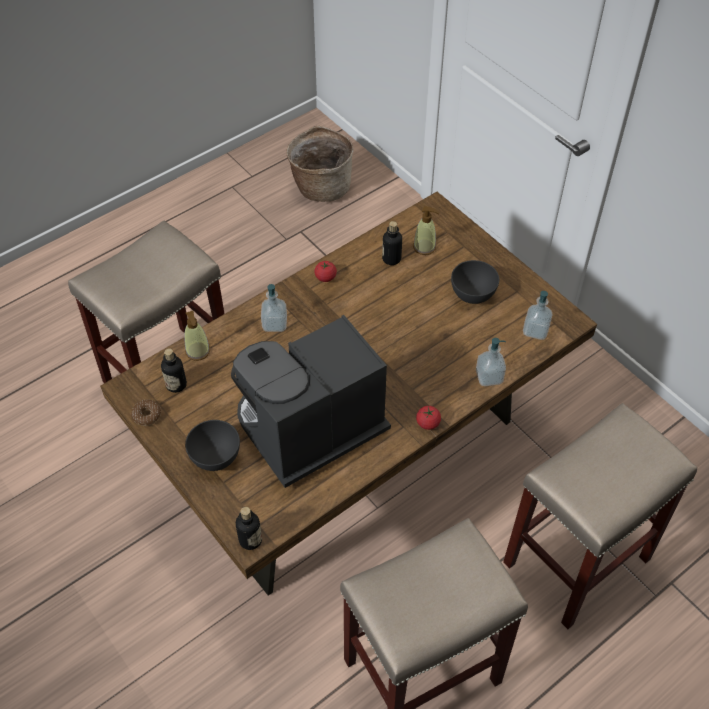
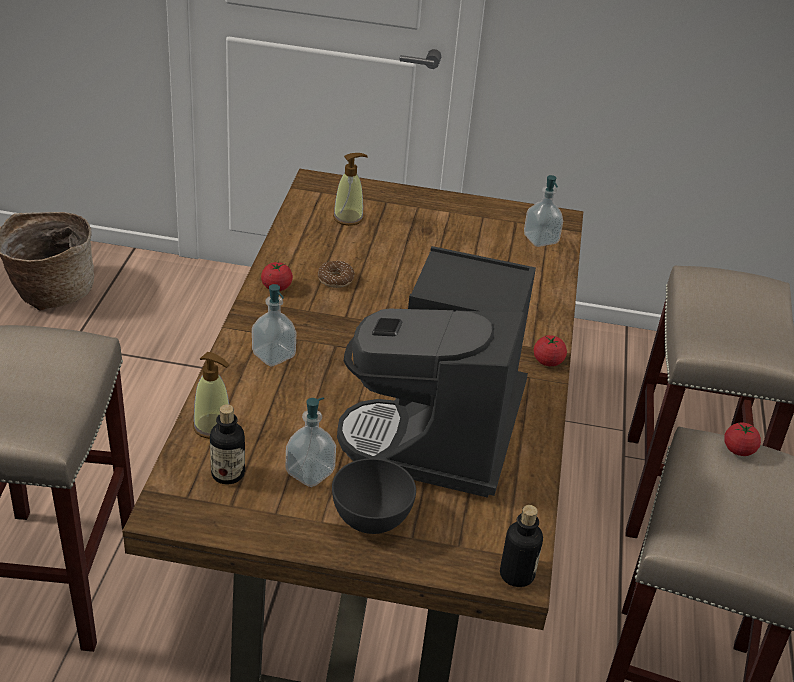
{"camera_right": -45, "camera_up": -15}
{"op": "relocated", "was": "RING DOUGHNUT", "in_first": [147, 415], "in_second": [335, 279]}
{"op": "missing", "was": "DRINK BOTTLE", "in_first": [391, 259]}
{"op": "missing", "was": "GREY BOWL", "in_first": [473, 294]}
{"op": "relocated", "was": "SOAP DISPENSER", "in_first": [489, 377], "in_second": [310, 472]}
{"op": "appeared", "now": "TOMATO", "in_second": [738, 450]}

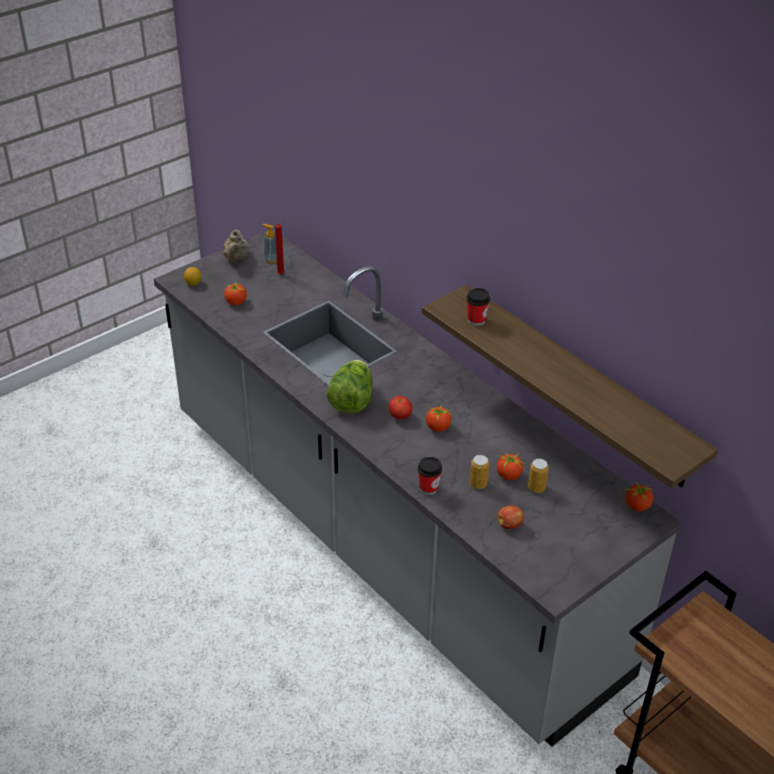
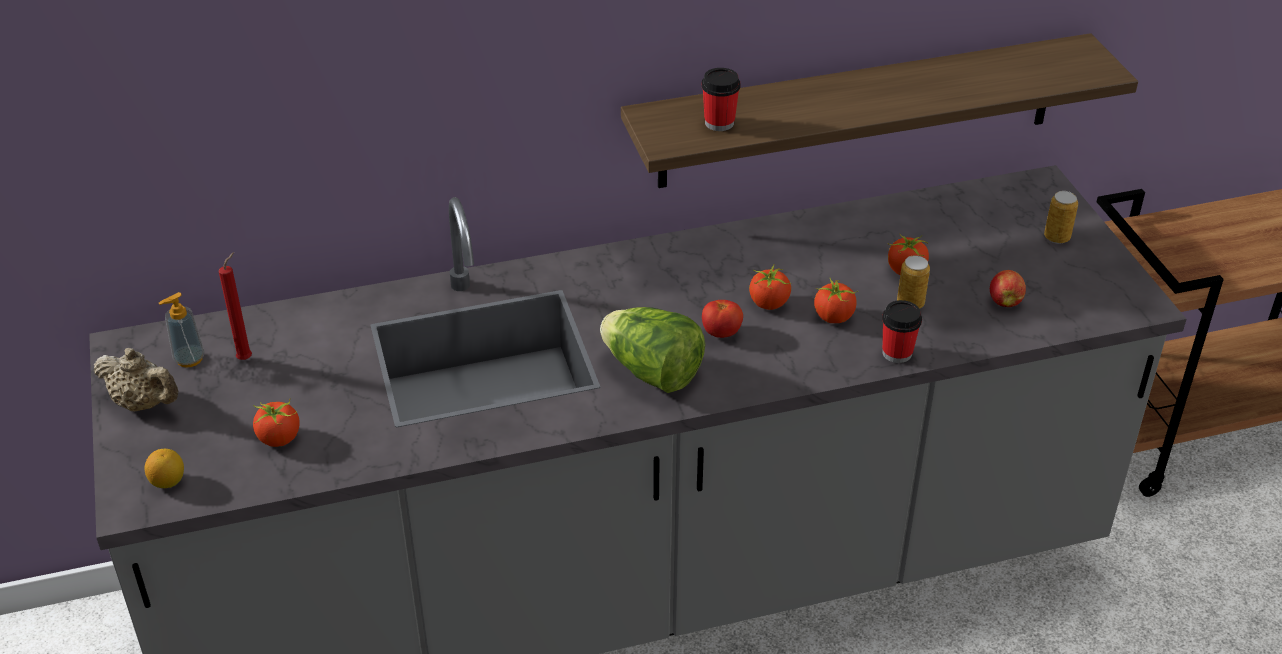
{"camera_right": -65, "camera_up": 0}
{"op": "relocated", "was": "METAL CAN", "in_first": [536, 487], "in_second": [1057, 237]}
{"op": "relocated", "was": "TOMATO", "in_first": [637, 506], "in_second": [834, 317]}

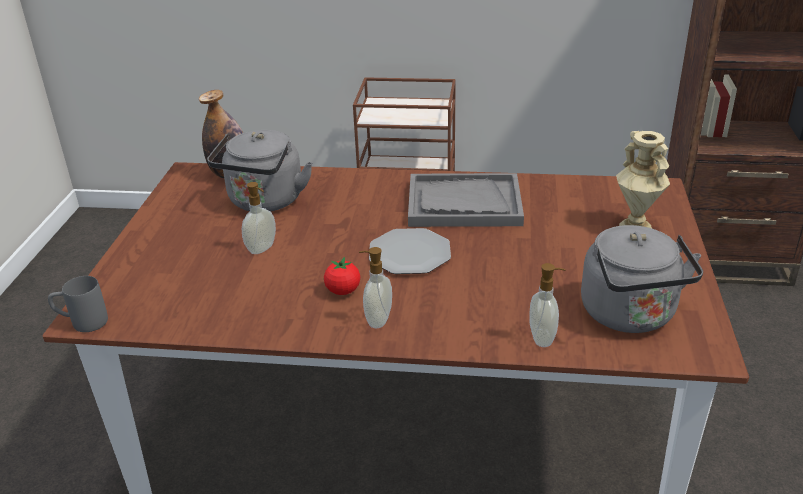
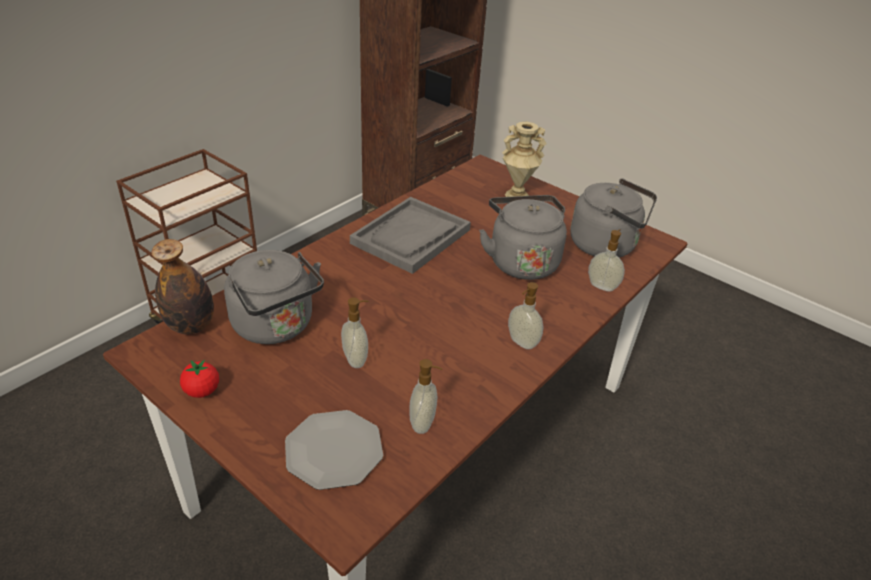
{"camera_right": -60, "camera_up": 5}
{"op": "missing", "was": "GREY COFFEE MUG", "in_first": [82, 322]}
{"op": "relocated", "was": "TOMATO", "in_first": [343, 291], "in_second": [202, 391]}
{"op": "relocated", "was": "FLAT DISH", "in_first": [409, 253], "in_second": [334, 451]}
{"op": "appeared", "now": "SOAP DISPENSER", "in_second": [423, 423]}
{"op": "appeared", "now": "GREY TEA KETTLE", "in_second": [521, 261]}

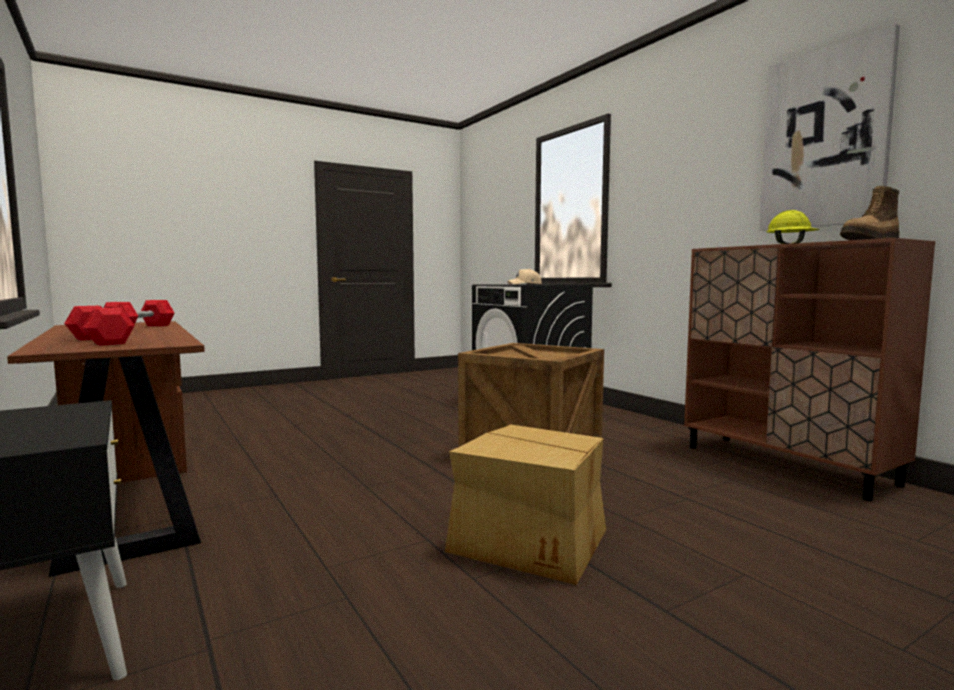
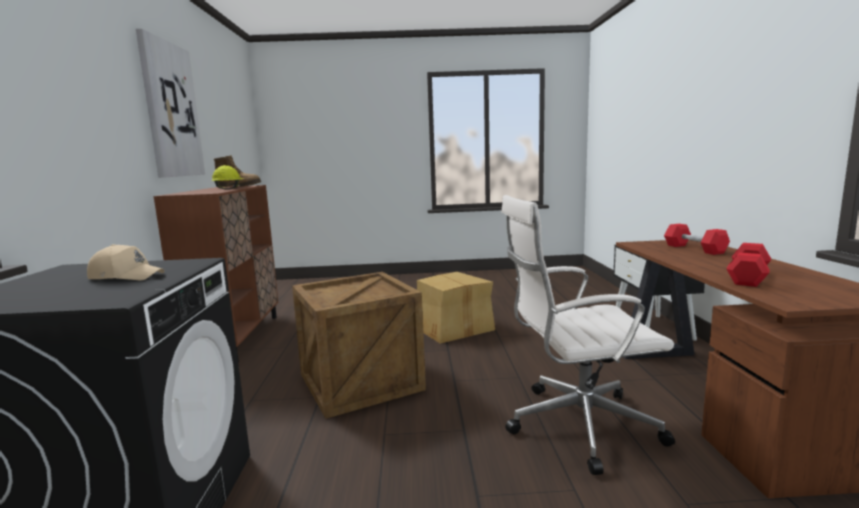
{"camera_right": -150, "camera_up": 5}
{"op": "appeared", "now": "WHITE COMPUTER CHAIR", "in_second": [577, 425]}

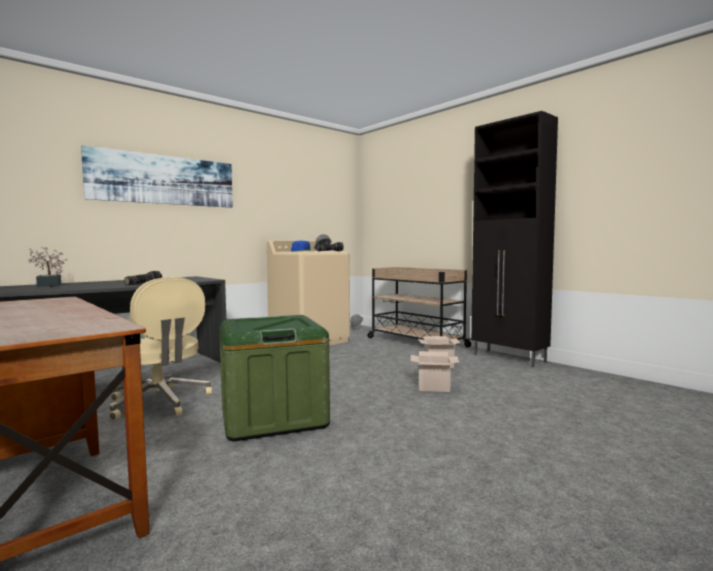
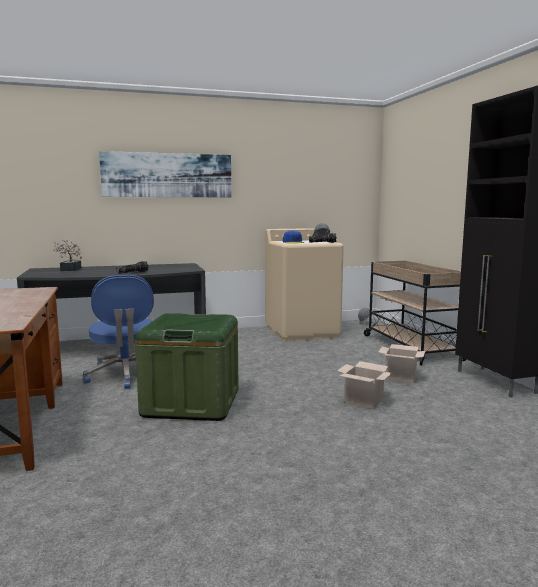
{"camera_right": 25, "camera_up": 5}
{"op": "colour", "was": "BEIGE COMPUTER CHAIR", "now": "BLUE COMPUTER CHAIR", "in_first": [160, 402], "in_second": [126, 375]}

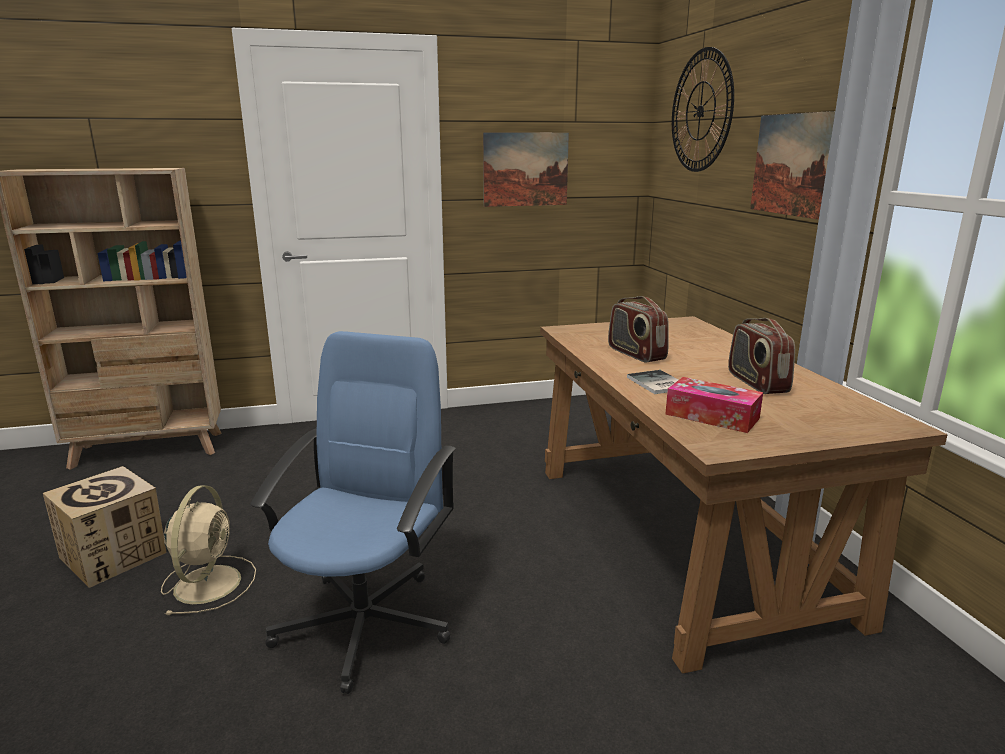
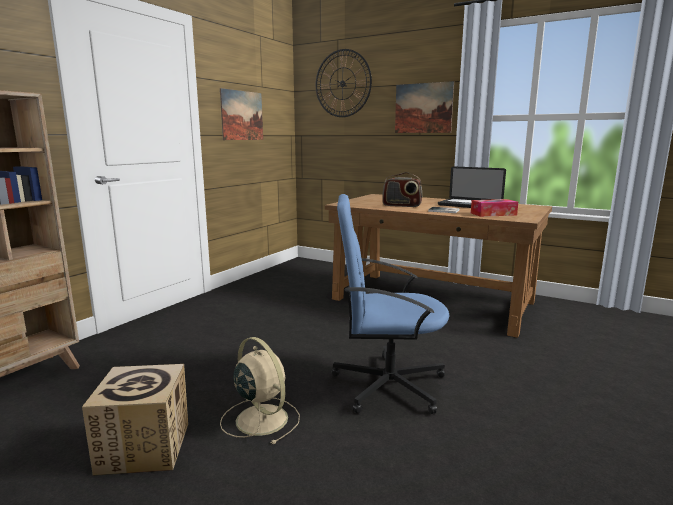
{"camera_right": -45, "camera_up": -5}
{"op": "spun", "was": "BLUE COMPUTER CHAIR", "in_first": [366, 622], "in_second": [387, 384], "clockwise": -60}
{"op": "exchanged", "was": "RADIO SET", "now": "NOTEBOOK COMPUTER", "in_first": [756, 383], "in_second": [469, 205]}

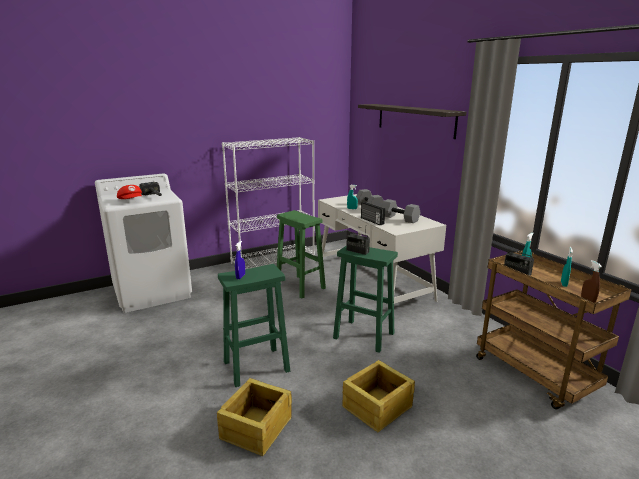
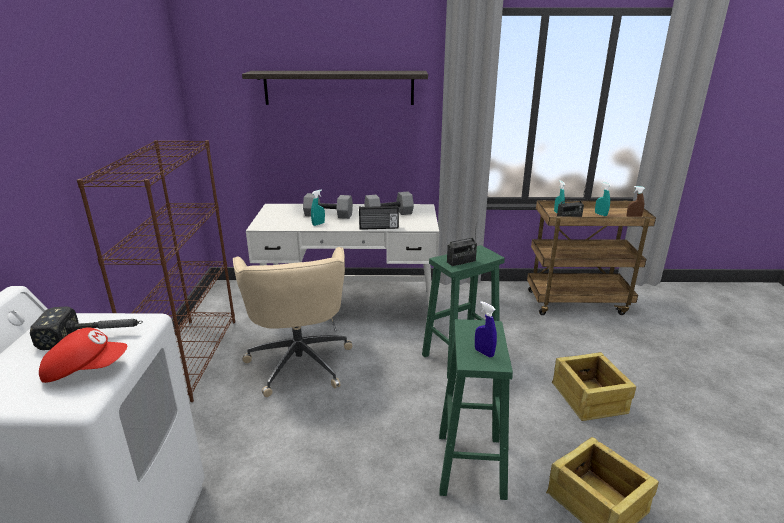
{"camera_right": -60, "camera_up": 5}
{"op": "colour", "was": "WHITE BOOKSHELF", "now": "BROWN-COLOURED BOOKSHELF", "in_first": [273, 260], "in_second": [190, 356]}
{"op": "exchanged", "was": "GREEN STOOL", "now": "BEIGE COMPUTER CHAIR", "in_first": [299, 286], "in_second": [299, 361]}

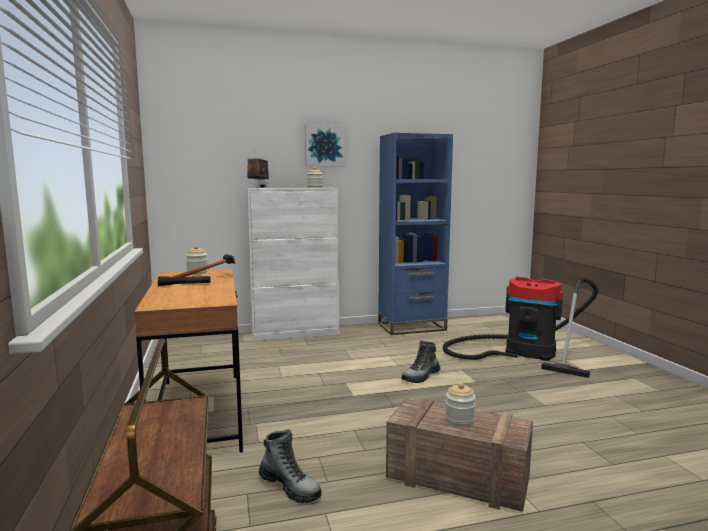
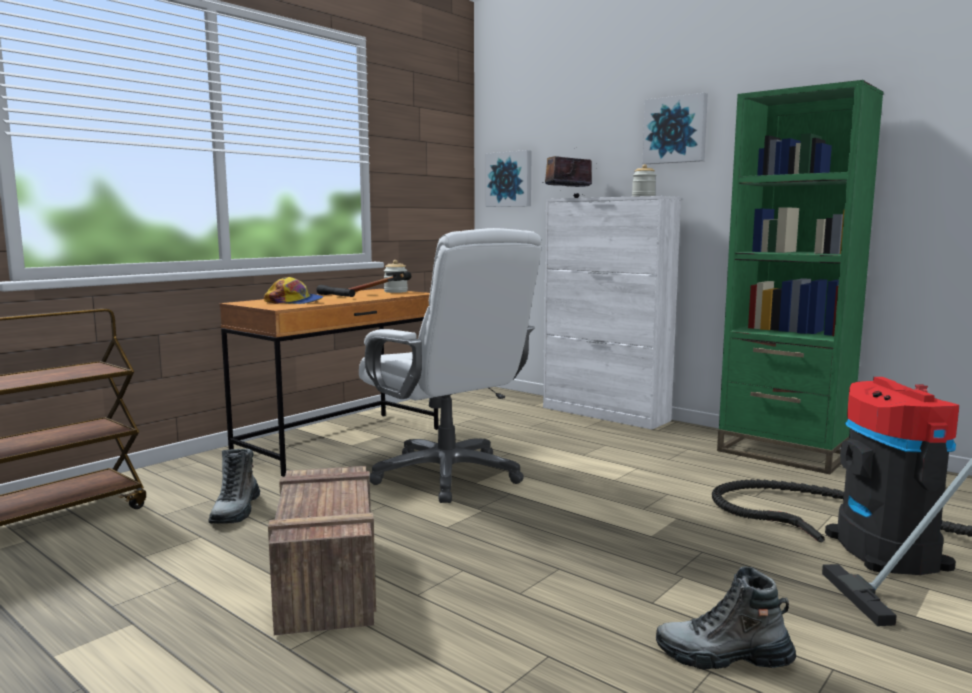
{"camera_right": 55, "camera_up": 0}
{"op": "colour", "was": "BLUE BOOKSHELF", "now": "GREEN BOOKSHELF", "in_first": [411, 327], "in_second": [783, 453]}
{"op": "relocated", "was": "BOOT", "in_first": [421, 376], "in_second": [723, 657]}
{"op": "missing", "was": "STORAGE JAR", "in_first": [459, 420]}
{"op": "appeared", "now": "BASEBALL CAP", "in_second": [295, 302]}
{"op": "appeared", "now": "WHITE COMPUTER CHAIR", "in_second": [448, 475]}
{"op": "appeared", "now": "WALL ART", "in_second": [510, 179]}

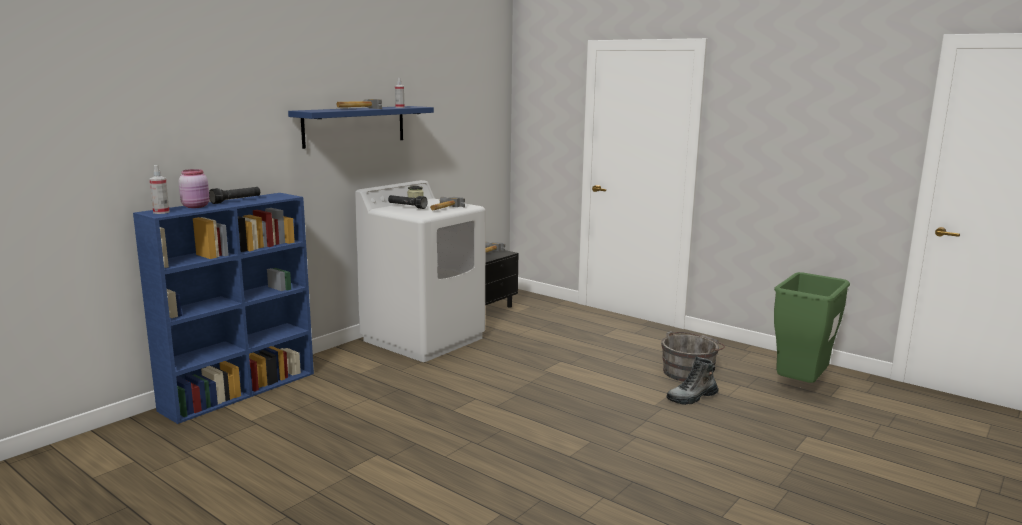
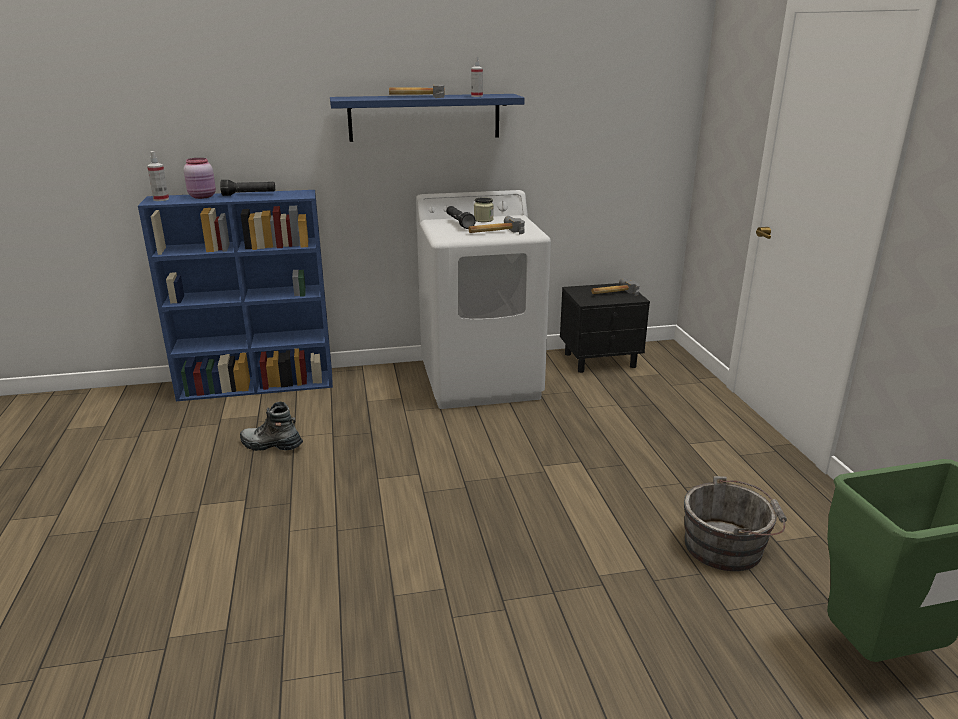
{"camera_right": 40, "camera_up": 10}
{"op": "relocated", "was": "BOOT", "in_first": [692, 398], "in_second": [271, 445]}

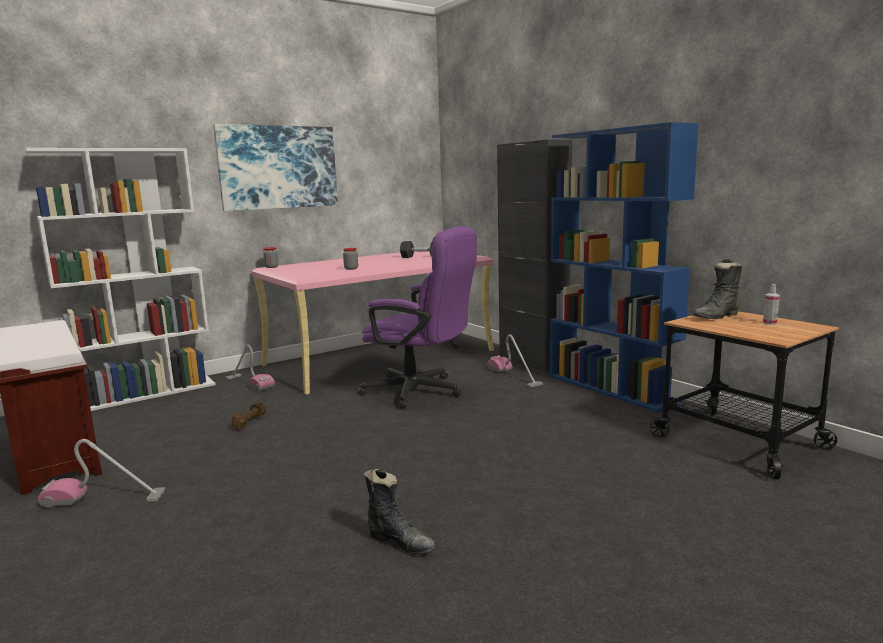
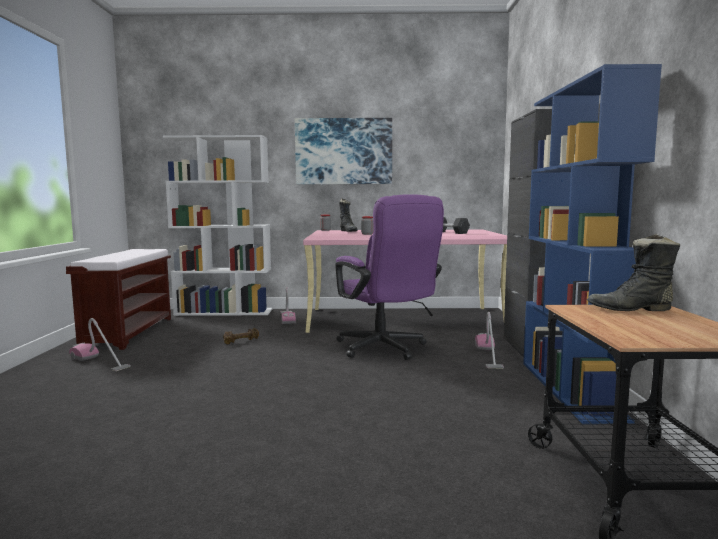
{"camera_right": 35, "camera_up": -5}
{"op": "relocated", "was": "BLACK BOOT", "in_first": [400, 542], "in_second": [348, 231]}
{"op": "missing", "was": "SPRAY BOTTLE", "in_first": [769, 323]}

